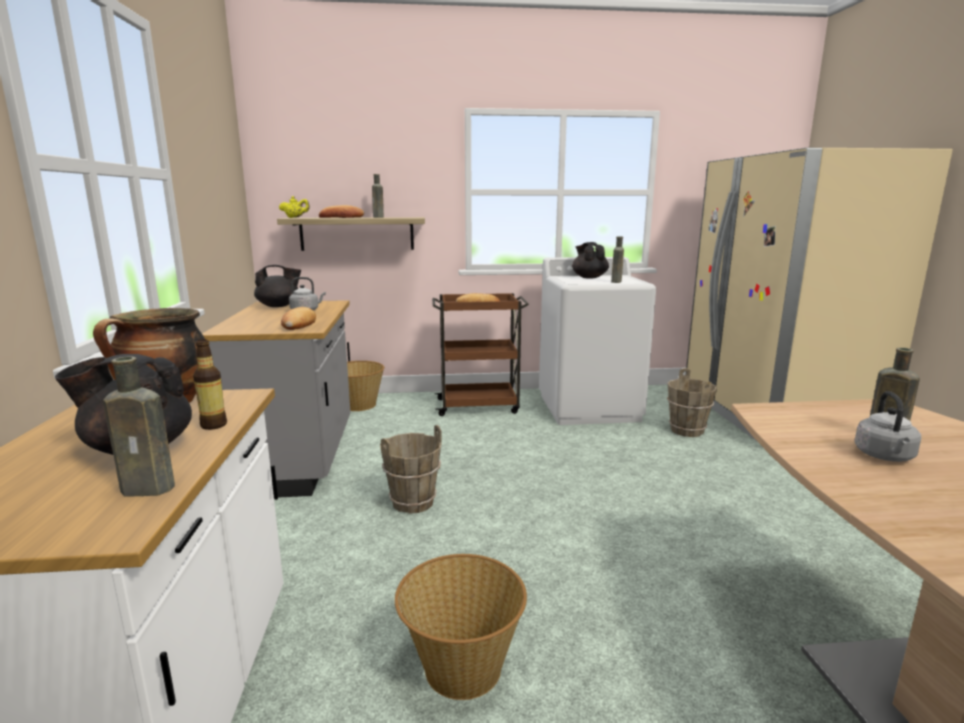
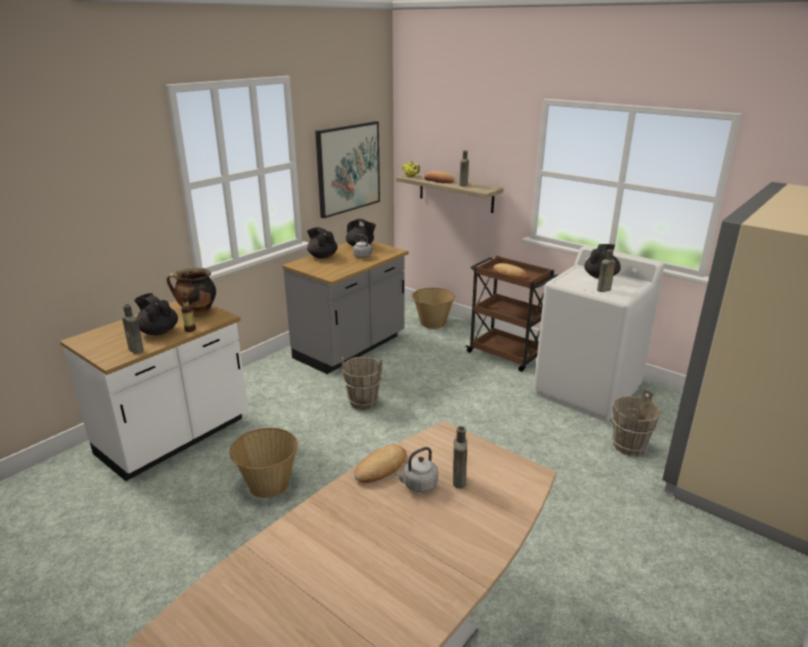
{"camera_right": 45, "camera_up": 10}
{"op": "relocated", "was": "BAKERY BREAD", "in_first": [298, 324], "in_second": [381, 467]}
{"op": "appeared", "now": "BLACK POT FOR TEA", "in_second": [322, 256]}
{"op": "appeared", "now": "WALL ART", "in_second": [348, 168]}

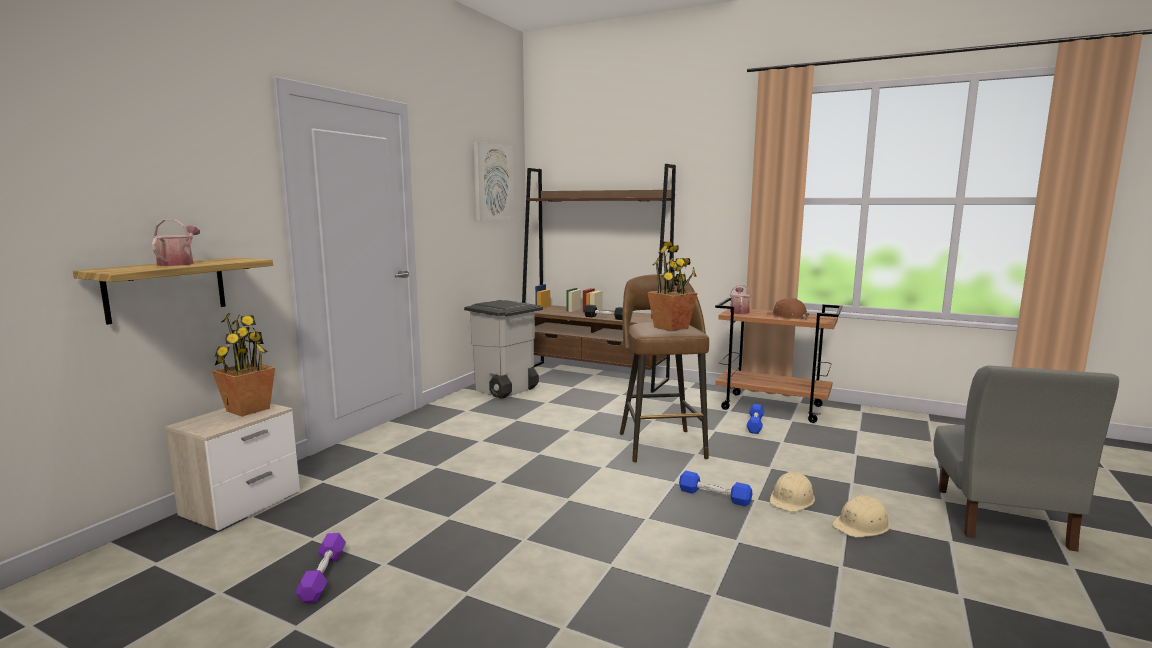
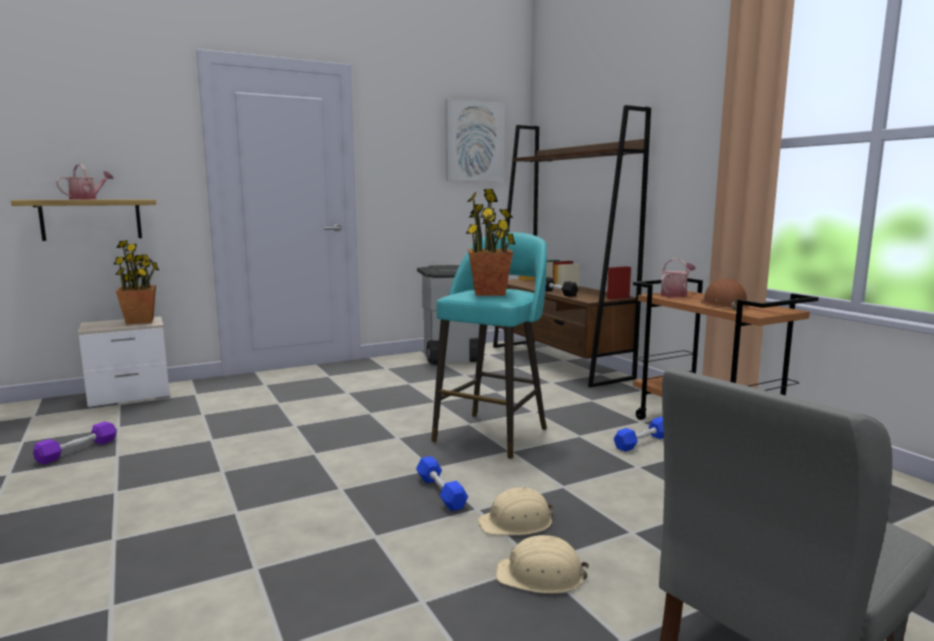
{"camera_right": 35, "camera_up": 0}
{"op": "colour", "was": "BROWN-COLOURED STOOL", "now": "BLUE-GREEN STOOL", "in_first": [661, 444], "in_second": [492, 434]}

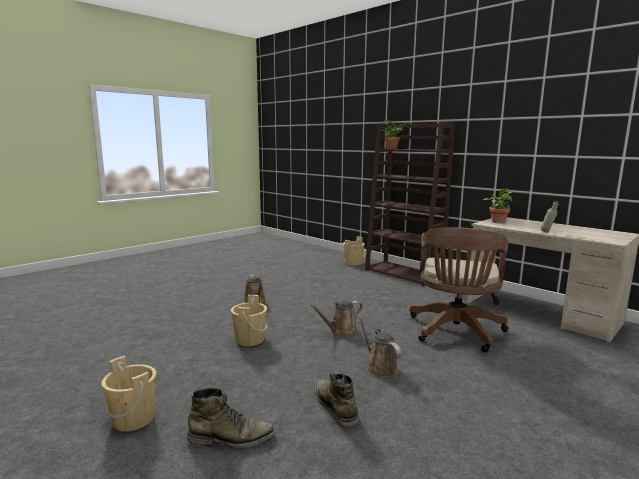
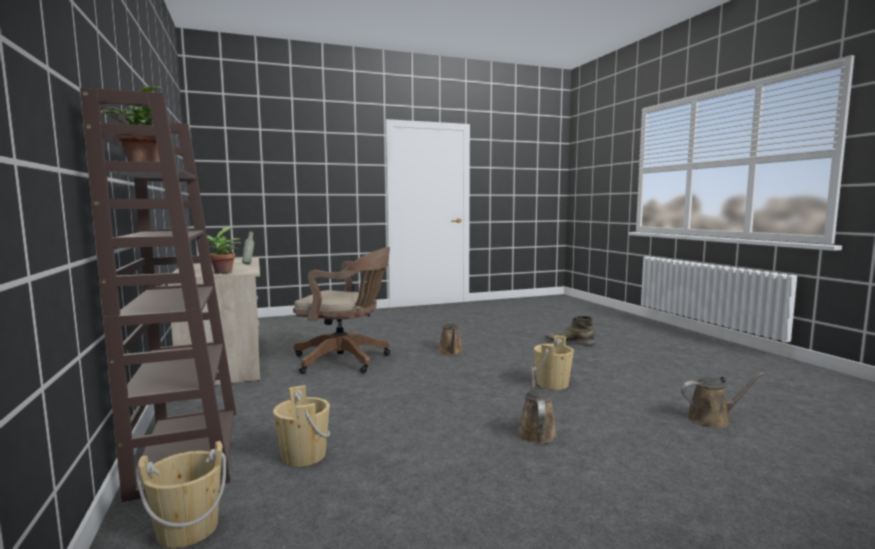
{"camera_right": -155, "camera_up": -5}
{"op": "relocated", "was": "BEIGE WATER BUCKET", "in_first": [133, 418], "in_second": [303, 455]}
{"op": "relocated", "was": "BROWN-COLOURED WATERING CAN", "in_first": [341, 331], "in_second": [711, 419]}
{"op": "missing", "was": "GREEN BOOT", "in_first": [335, 406]}
{"op": "spun", "was": "BROWN-COLOURED COMPUTER CHAIR", "in_first": [455, 332], "in_second": [345, 360], "clockwise": 60}

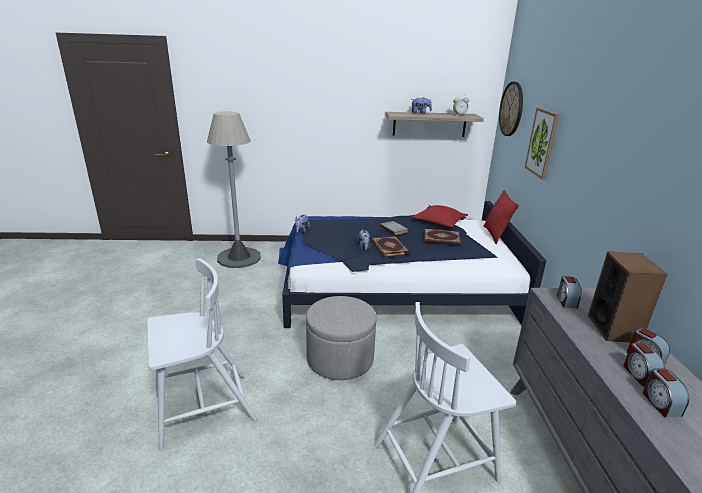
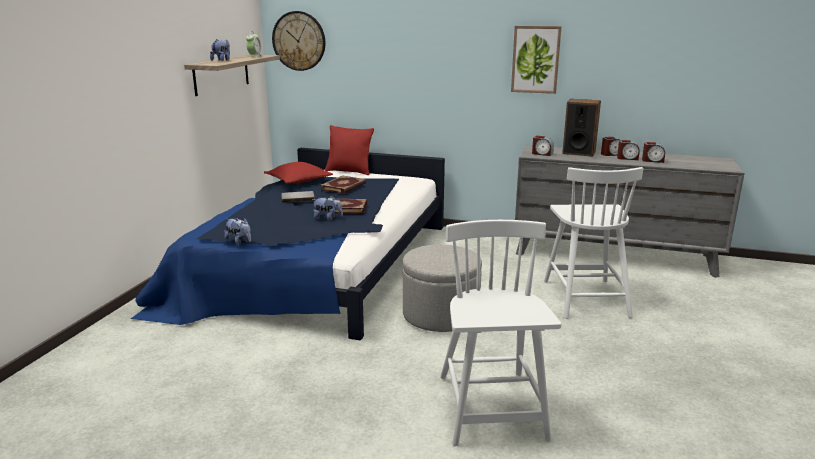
{"camera_right": -70, "camera_up": -5}
{"op": "missing", "was": "GREY STANDARD LAMP", "in_first": [239, 258]}
{"op": "relocated", "was": "WALL ART", "in_first": [542, 143], "in_second": [535, 59]}

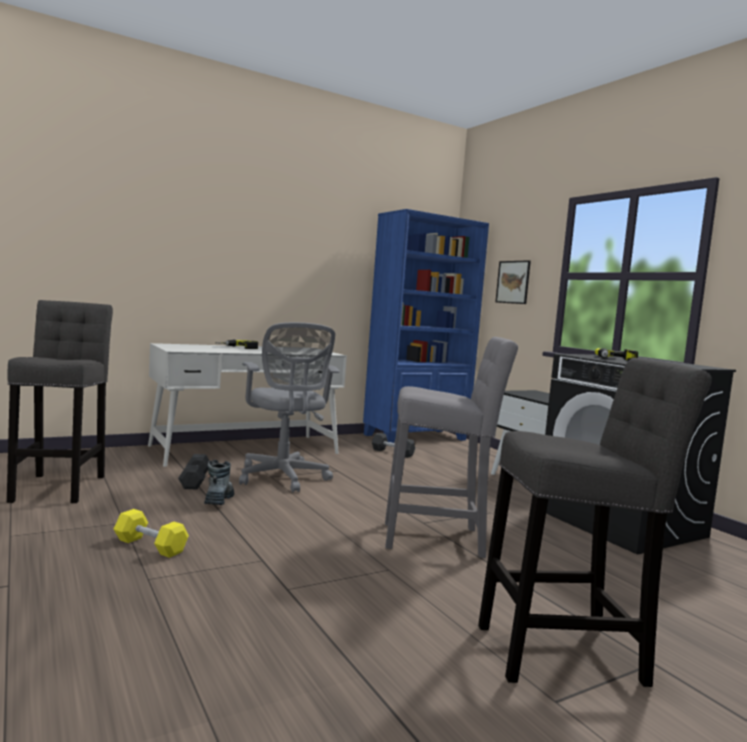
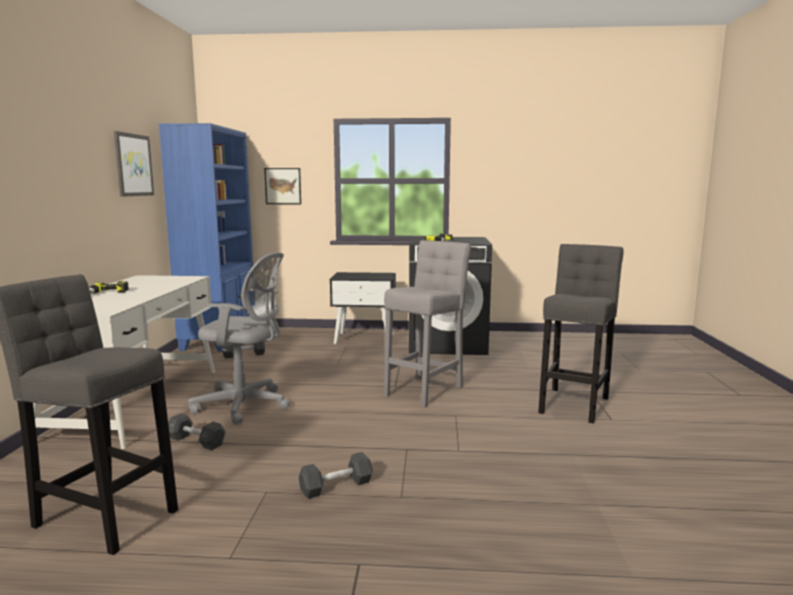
{"camera_right": -55, "camera_up": 5}
{"op": "colour", "was": "YELLOWISH HAND WEIGHT", "now": "GREY HAND WEIGHT", "in_first": [150, 546], "in_second": [336, 486]}
{"op": "missing", "was": "BOOT", "in_first": [219, 500]}
{"op": "appeared", "now": "WALL ART", "in_second": [133, 165]}

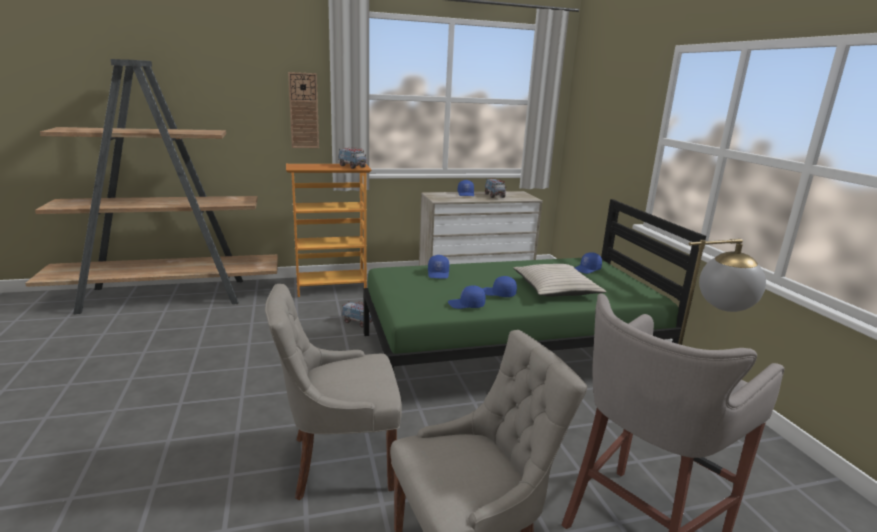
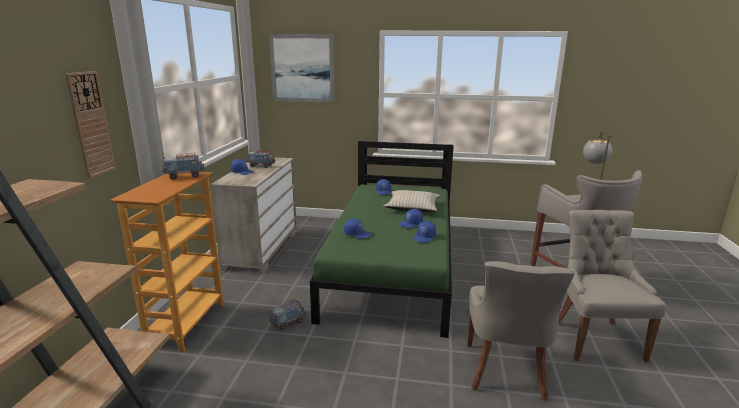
{"camera_right": -65, "camera_up": 0}
{"op": "appeared", "now": "WALL ART", "in_second": [302, 68]}

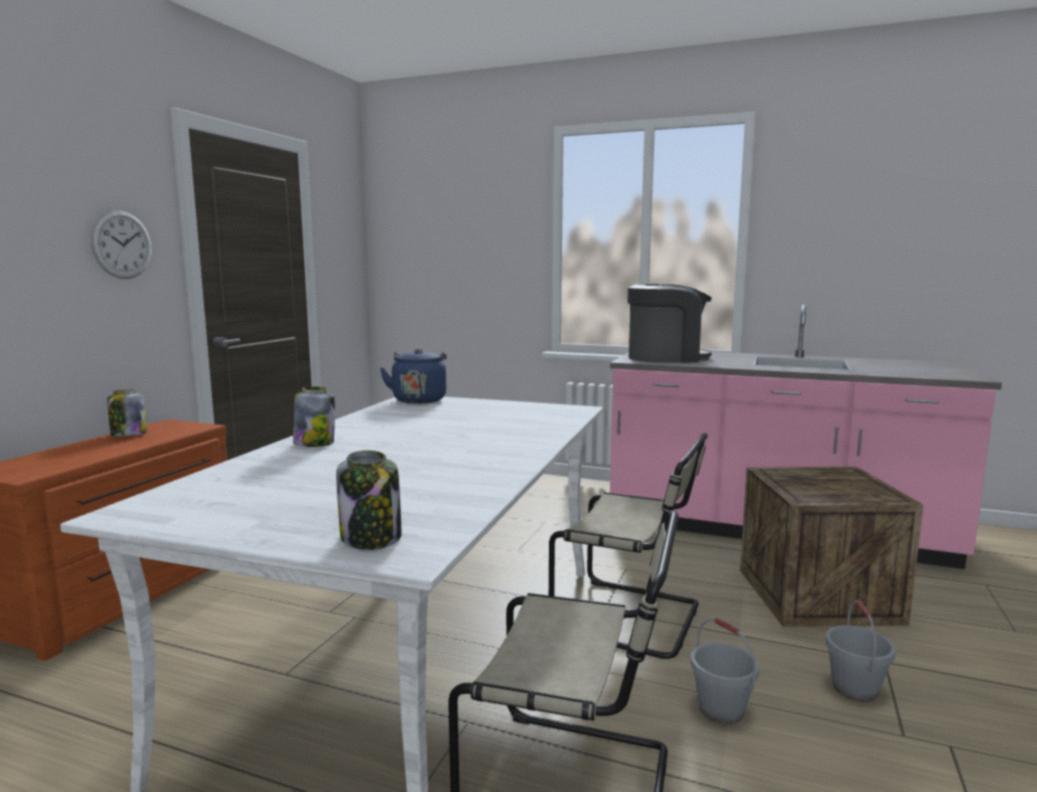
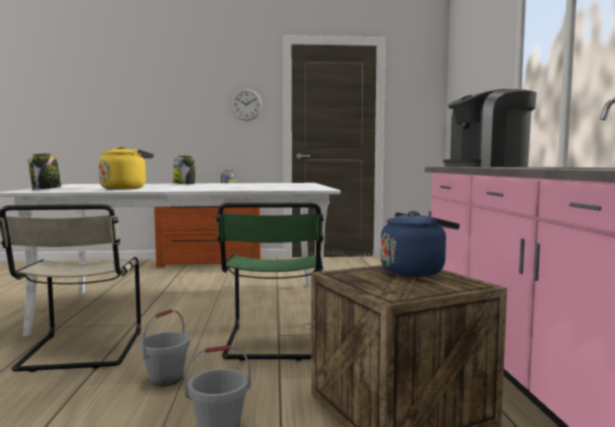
{"camera_right": 65, "camera_up": -5}
{"op": "relocated", "was": "BLUE TEA KETTLE", "in_first": [419, 399], "in_second": [415, 271]}
{"op": "colour", "was": "BEIGE UPRIGHT CHAIR", "now": "GREEN UPRIGHT CHAIR", "in_first": [633, 619], "in_second": [273, 343]}
{"op": "spun", "was": "COFFEE MACHINE", "in_first": [666, 358], "in_second": [487, 166], "clockwise": 105}
{"op": "appeared", "now": "YELLOWISH TEA KETTLE", "in_second": [125, 188]}

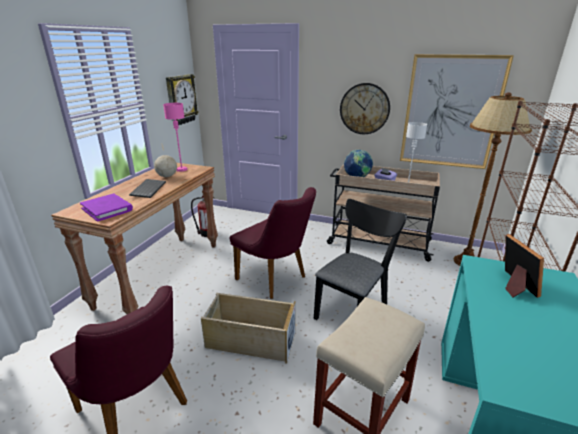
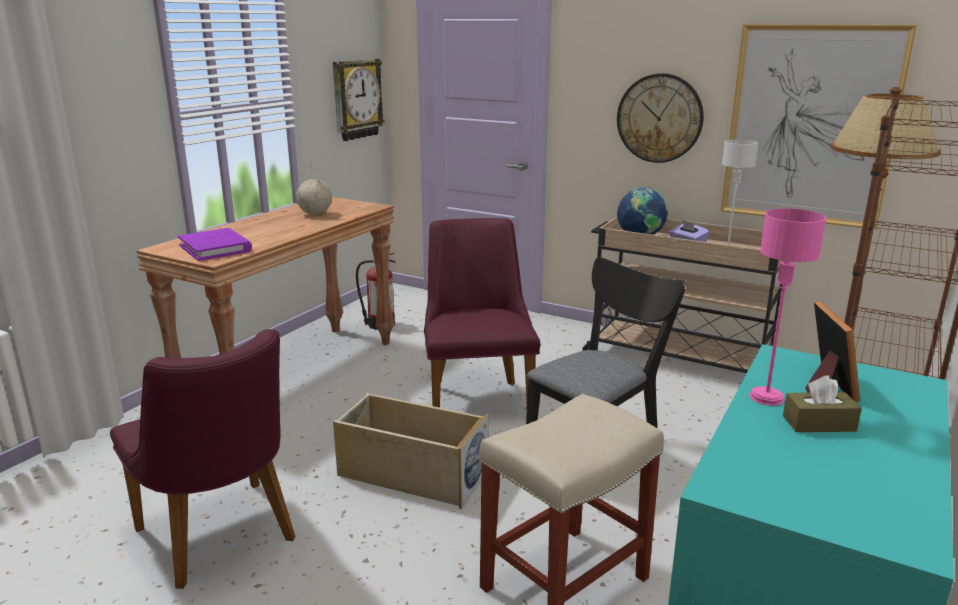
{"camera_right": 10, "camera_up": -5}
{"op": "missing", "was": "COMPUTER KEYBOARD", "in_first": [148, 189]}
{"op": "relocated", "was": "PINK-COLOURED TABLETOP LAMP", "in_first": [181, 169], "in_second": [766, 397]}
{"op": "spun", "was": "PURPLE-COLOURED UPRIGHT CHAIR", "in_first": [276, 280], "in_second": [477, 398], "clockwise": -150}
{"op": "appeared", "now": "BROWN-COLOURED TISSUE HOLDER", "in_second": [819, 423]}

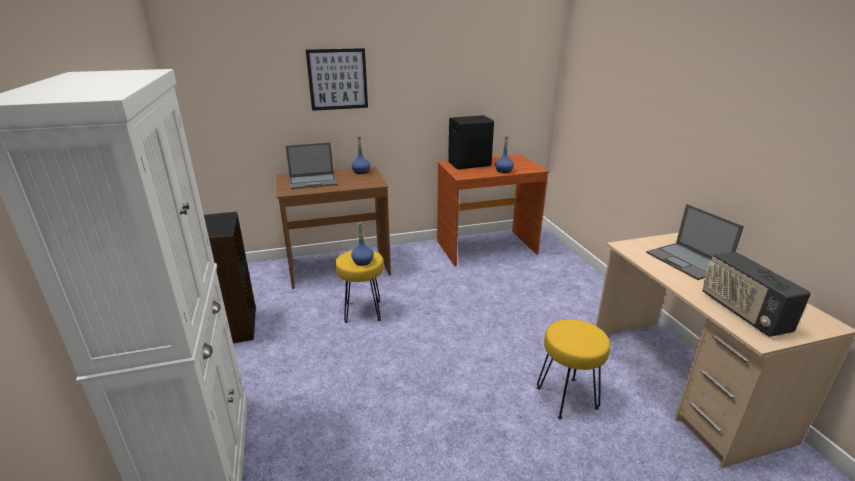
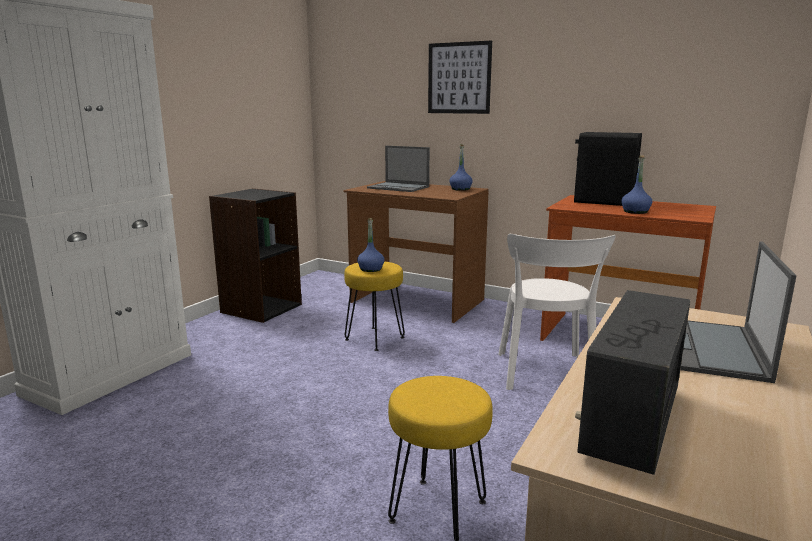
{"camera_right": 45, "camera_up": -10}
{"op": "appeared", "now": "WHITE UPRIGHT CHAIR", "in_second": [545, 374]}

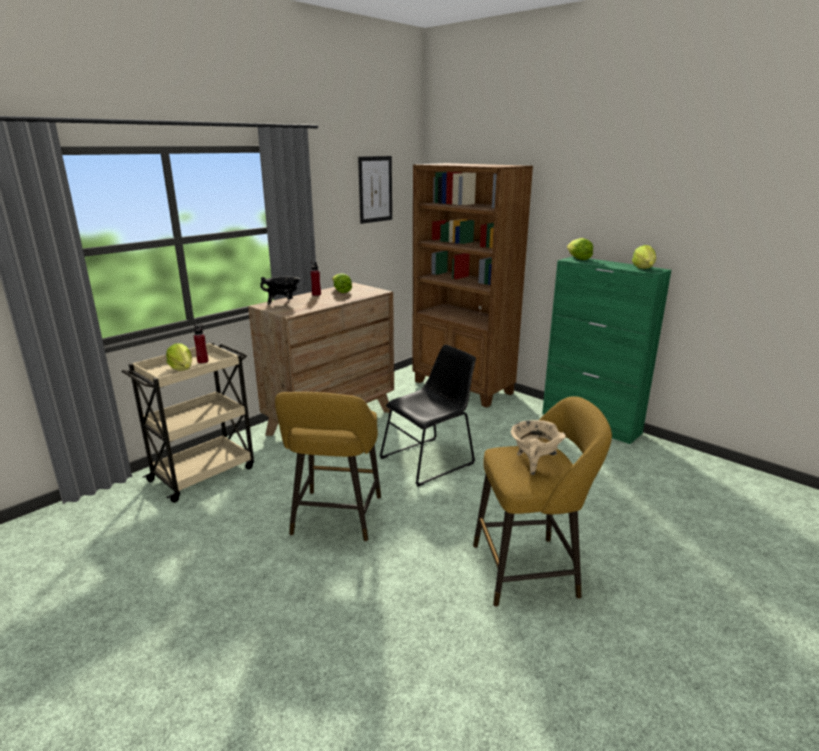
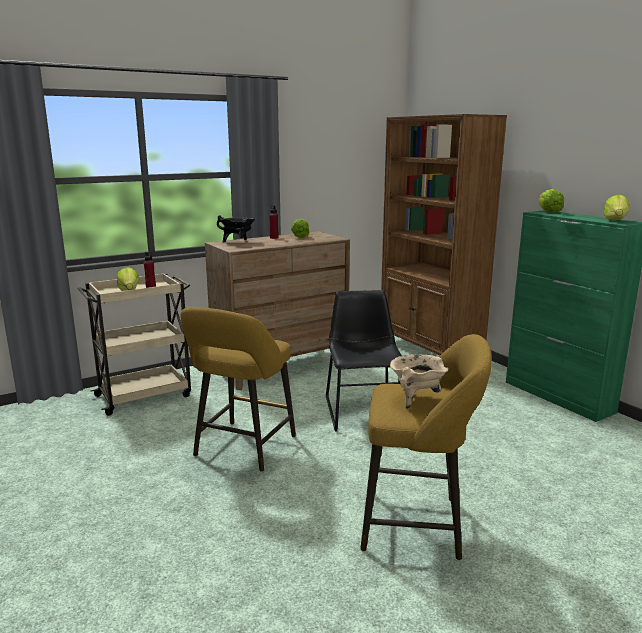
{"camera_right": 15, "camera_up": -5}
{"op": "missing", "was": "WALL ART", "in_first": [375, 189]}
{"op": "spun", "was": "BLACK UPRIGHT CHAIR", "in_first": [430, 459], "in_second": [362, 410], "clockwise": -75}

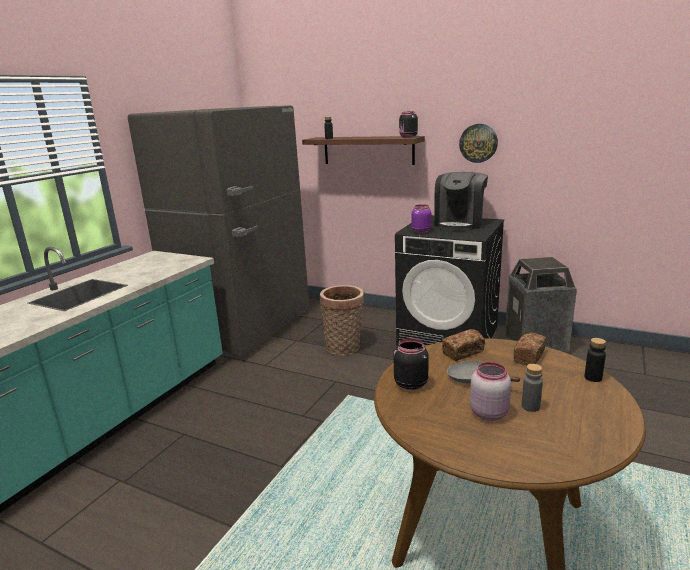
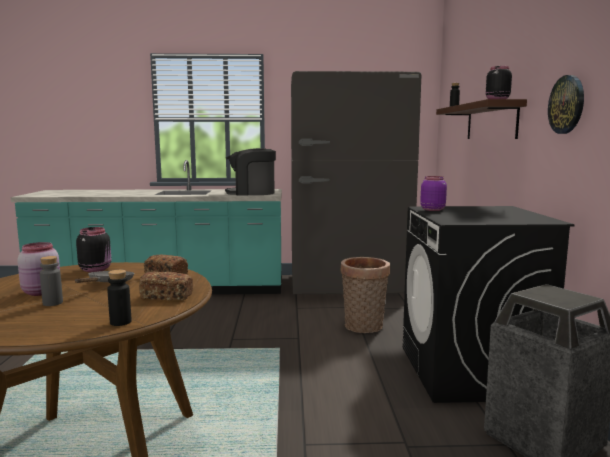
{"camera_right": 60, "camera_up": -10}
{"op": "relocated", "was": "COFFEE MACHINE", "in_first": [459, 223], "in_second": [251, 193]}

